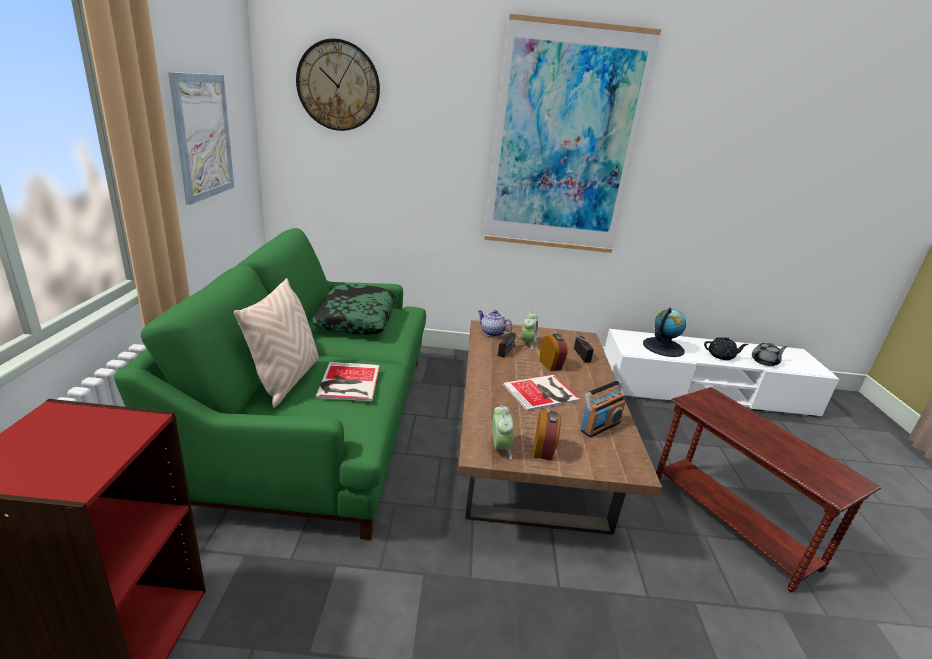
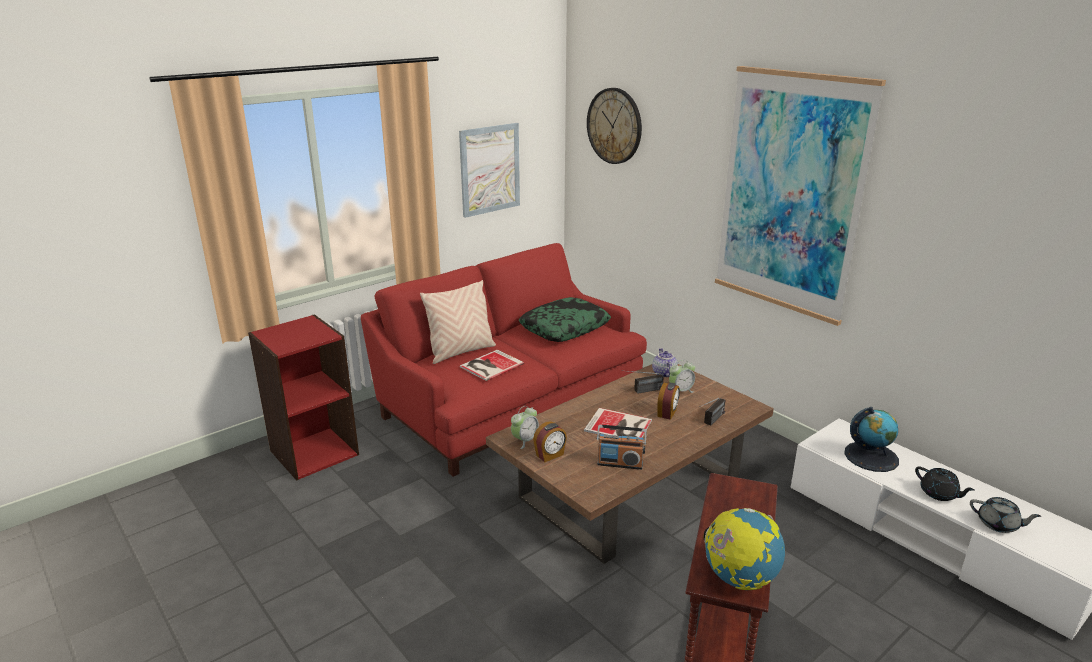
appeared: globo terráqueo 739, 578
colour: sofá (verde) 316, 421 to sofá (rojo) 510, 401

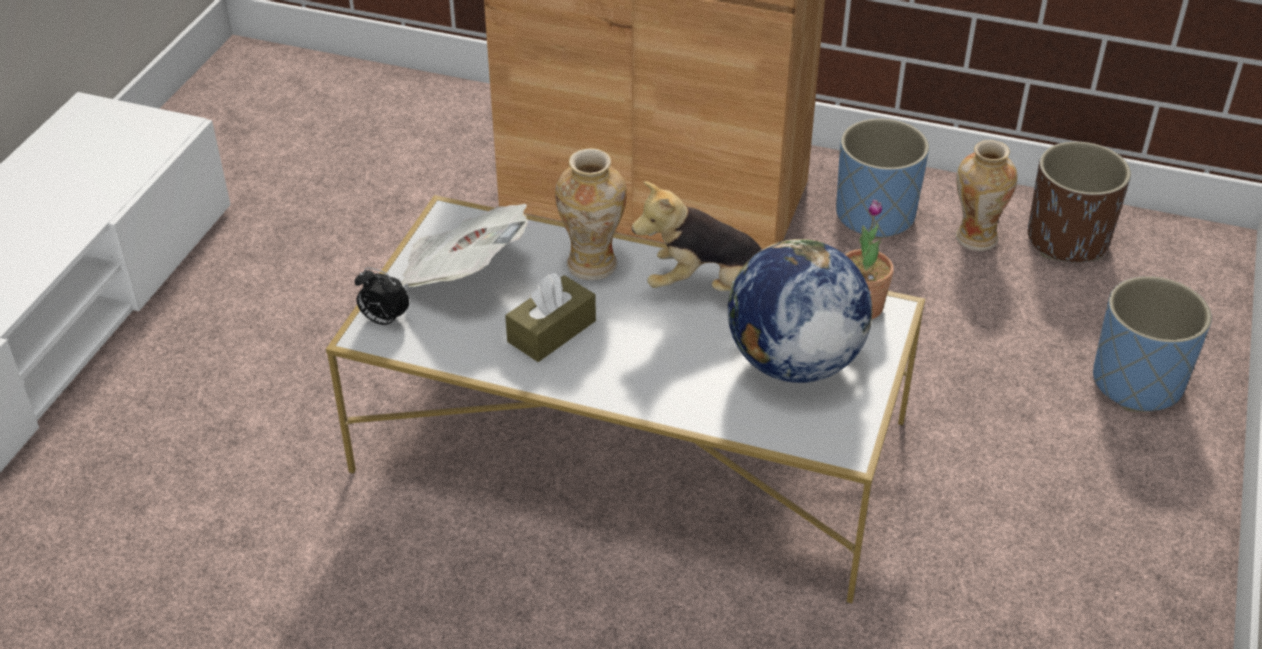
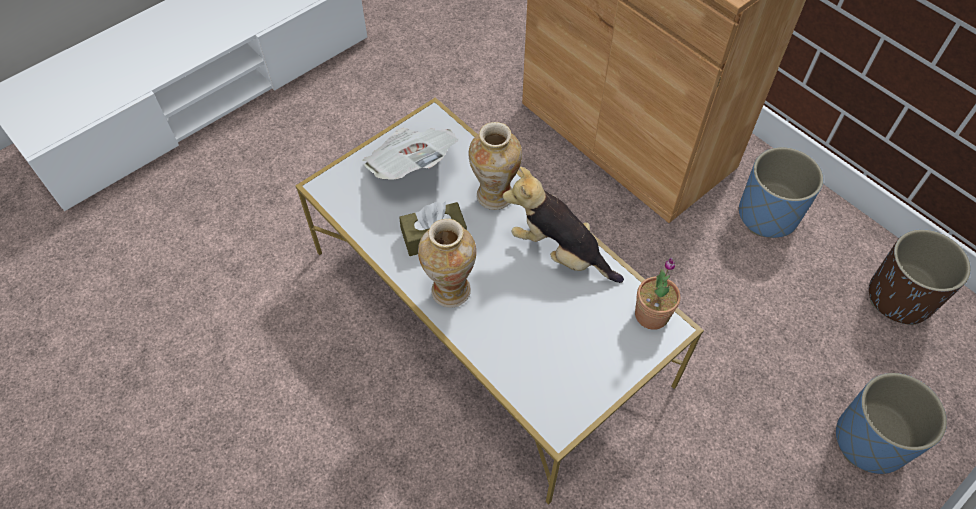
missing: despertador 384, 320; globo terráqueo 793, 362
relocated: florero 975, 238 to 450, 289

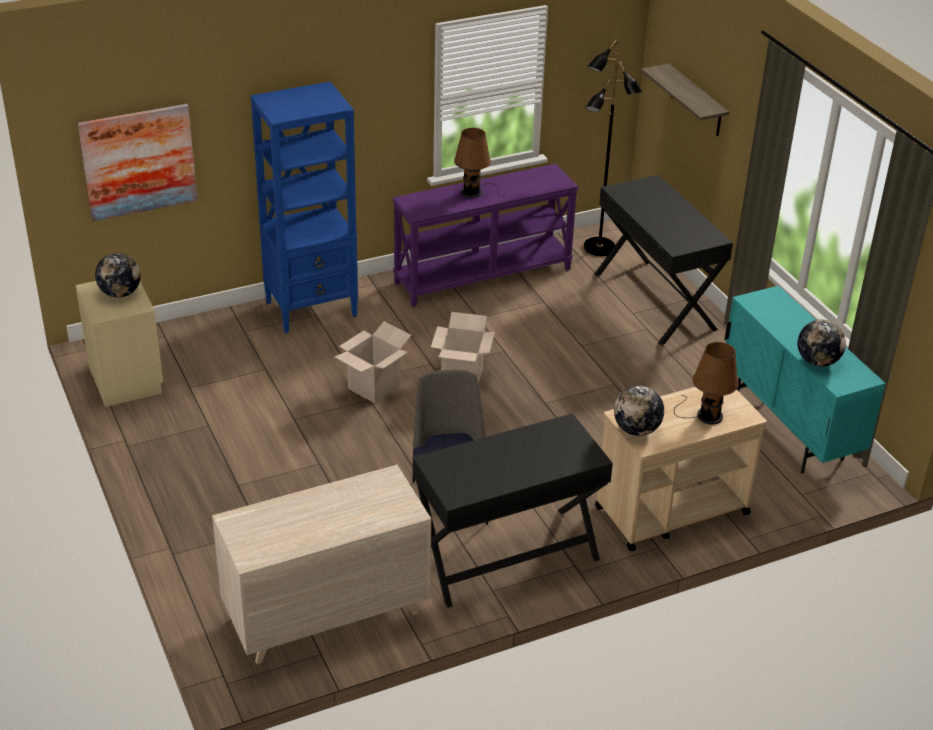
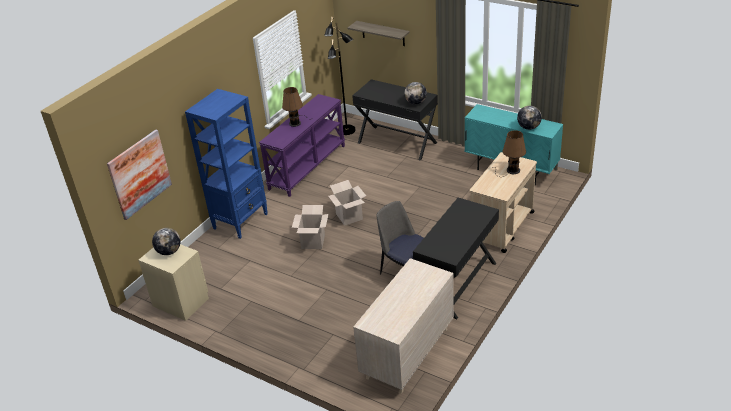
relocated: globo terráqueo 636, 430 to 415, 103

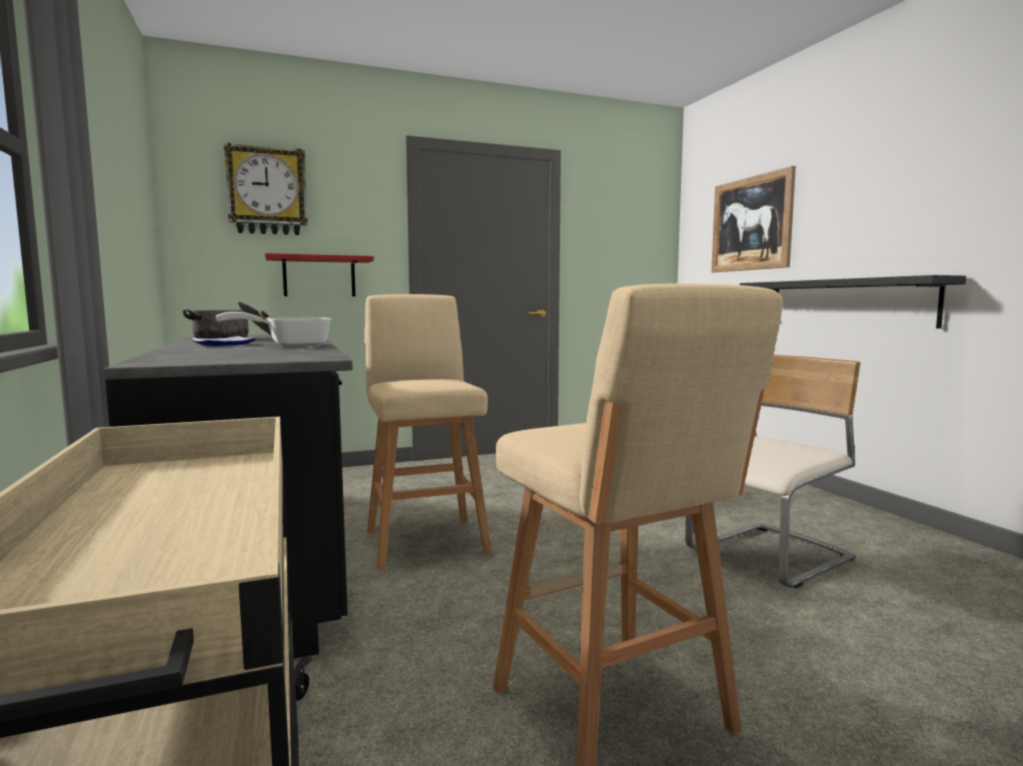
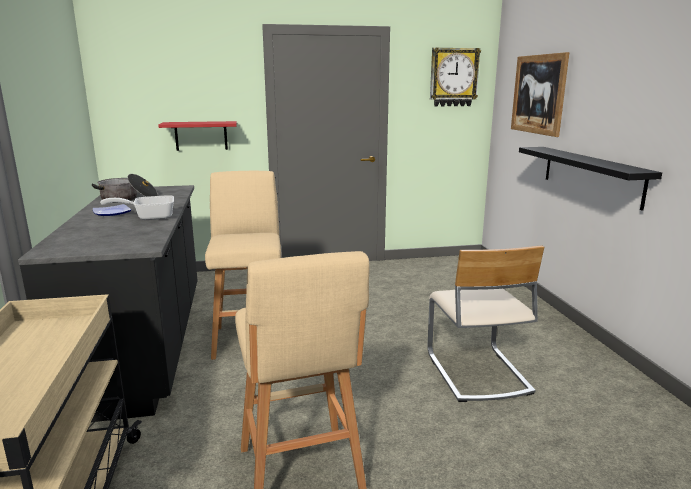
relocated: reloj de pared 267, 191 to 453, 77
spun: silla (beis) 770, 557 = 476, 373 105 degrees clockwise

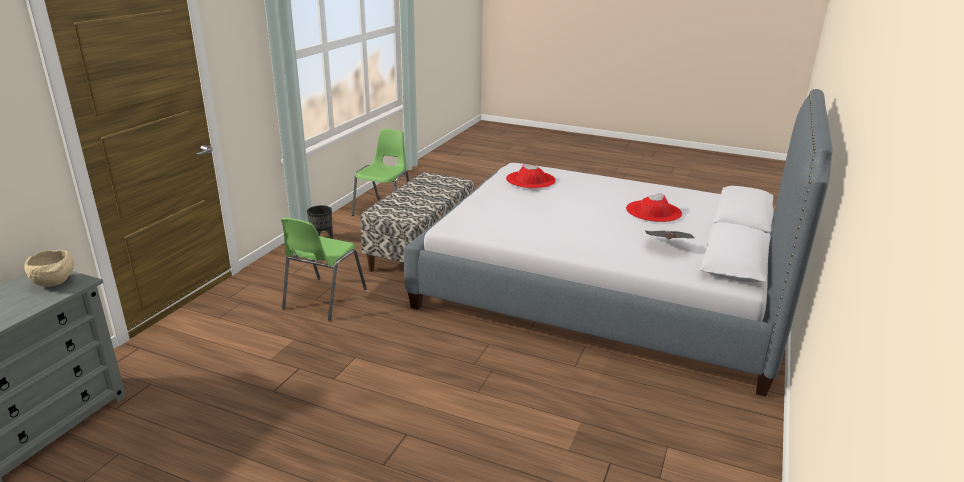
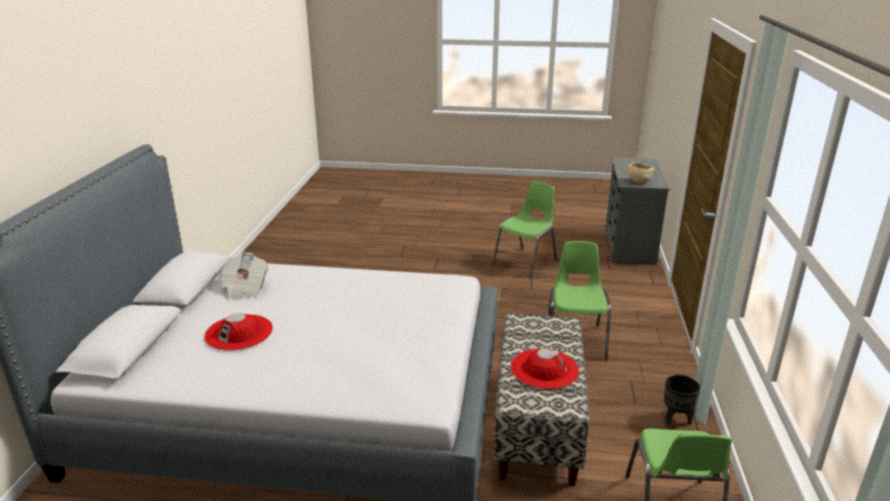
appeared: silla (verde) 526, 262
relocated: sombrero (rojo) 530, 180 to 544, 369

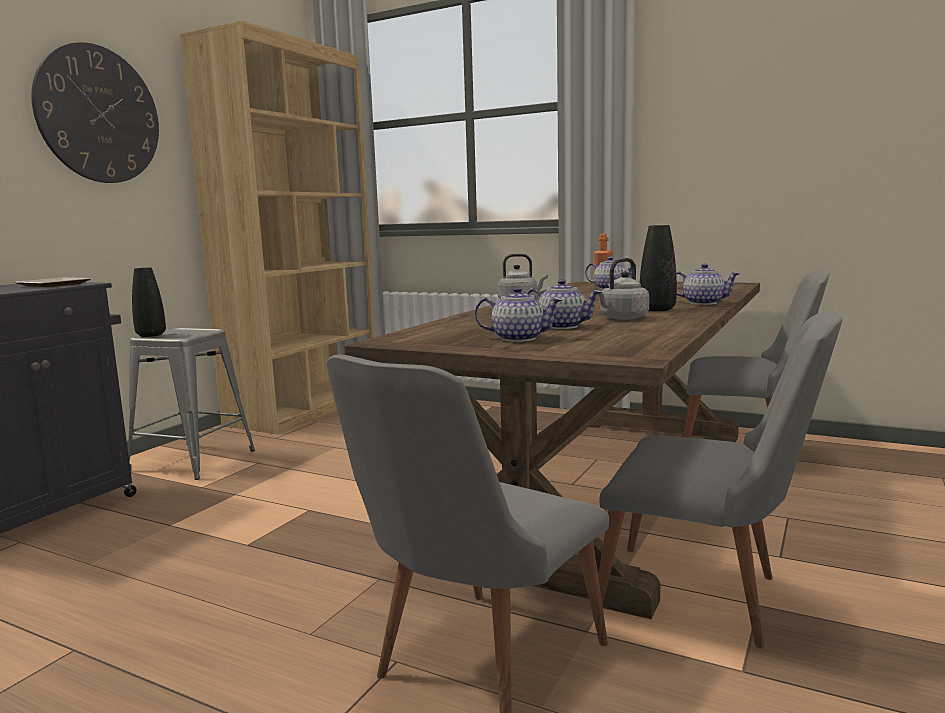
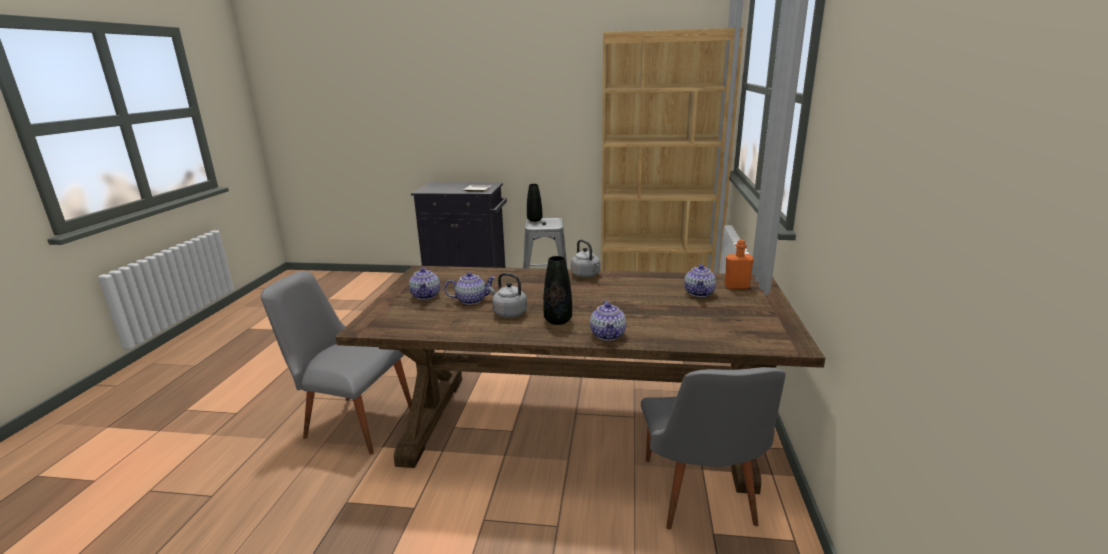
missing: reloj de pared 99, 114; silla (gris) 707, 599
spun: tetera 561, 326 = 471, 300 105 degrees counterclockwise

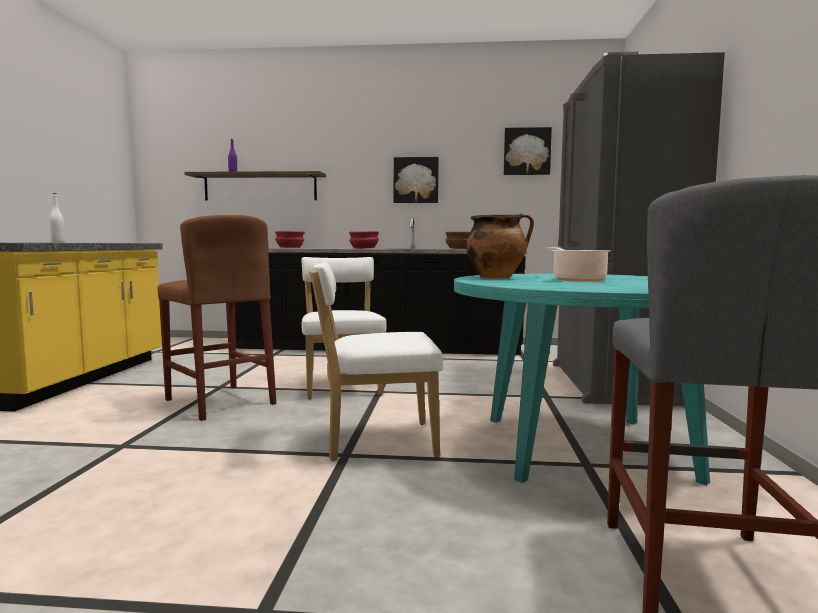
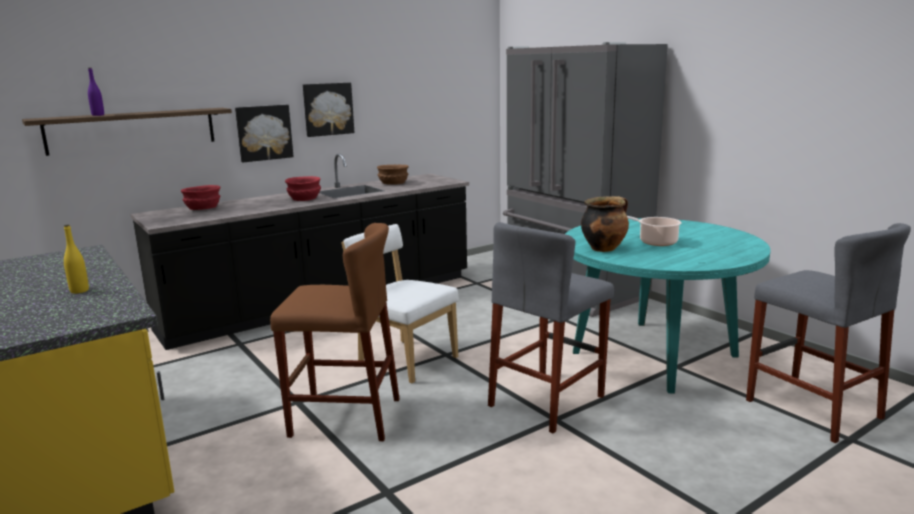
relocated: cuadro 527, 151 to 264, 132
exchanged: silla (blanco) 374, 441 to taburete (gris) 547, 401
colour: botella (blanco) 58, 242 to botella (amarillo) 79, 291

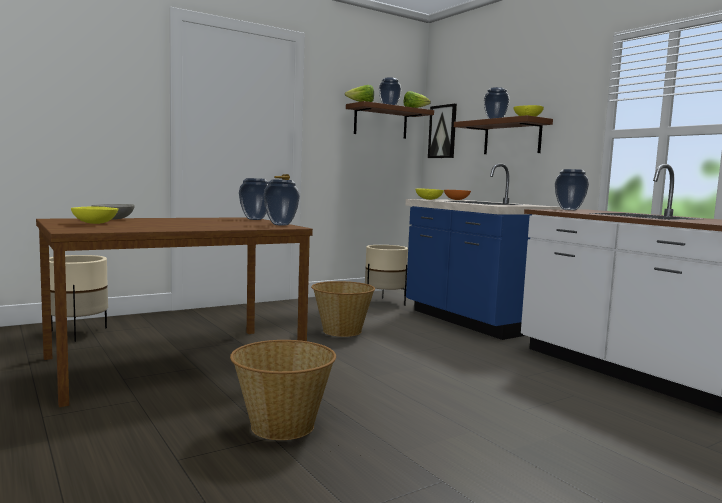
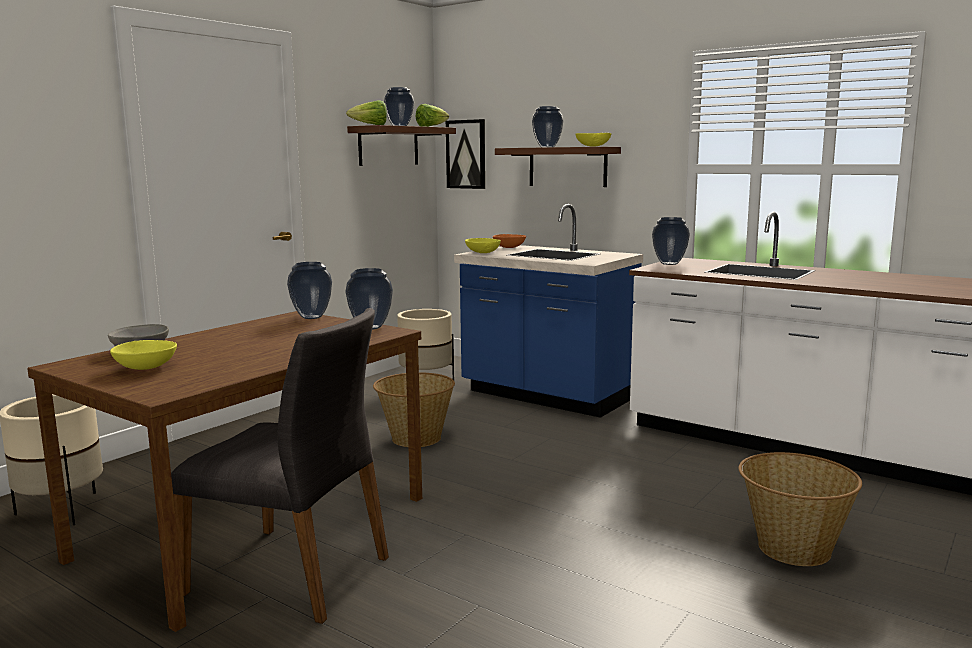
appeared: silla (gris) 292, 574
relocated: cesta 282, 425 to 792, 548

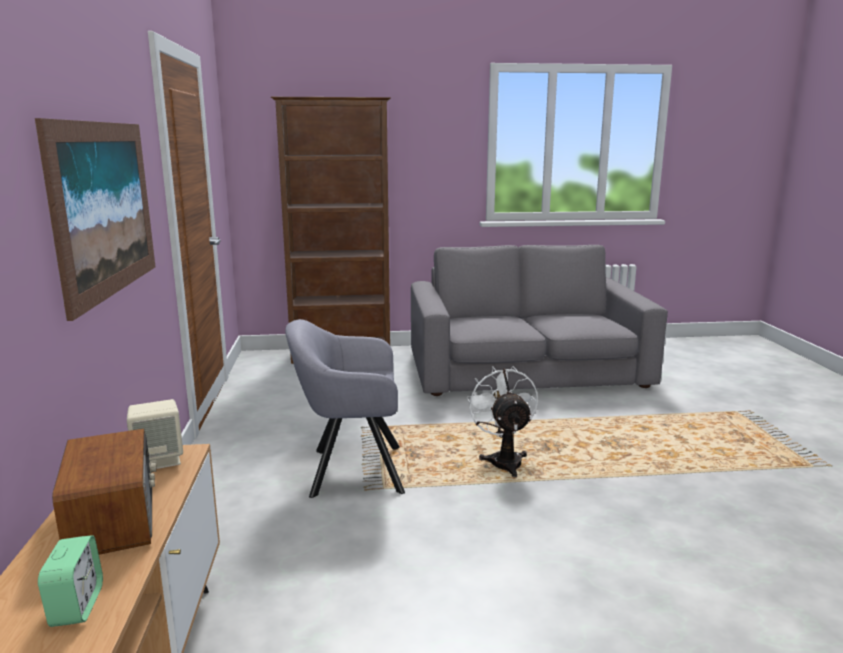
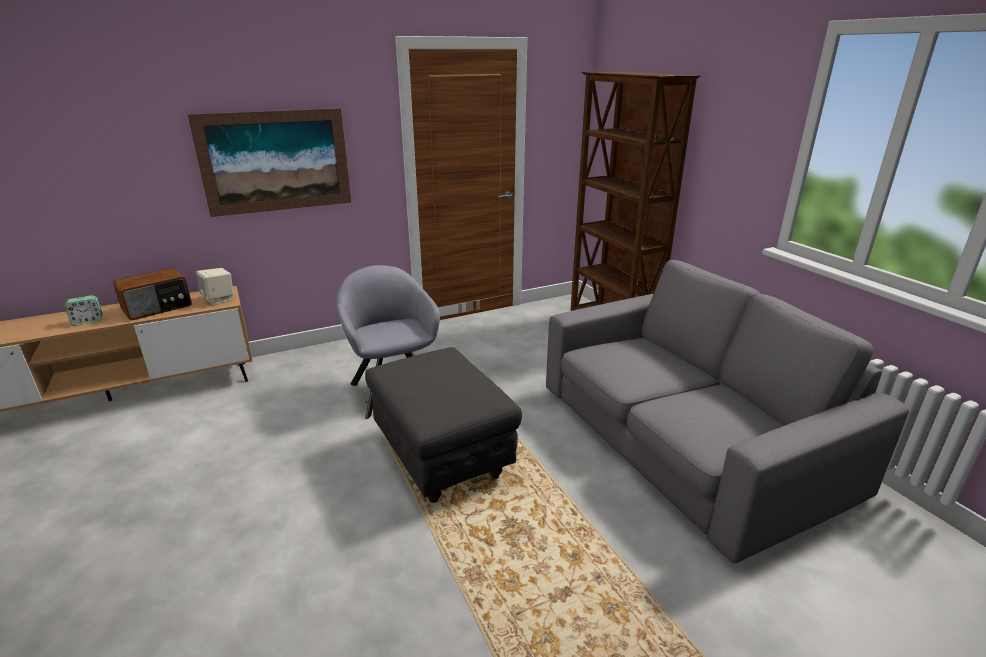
exchanged: ventilador (blanco) 503, 460 to puf (gris) 441, 457

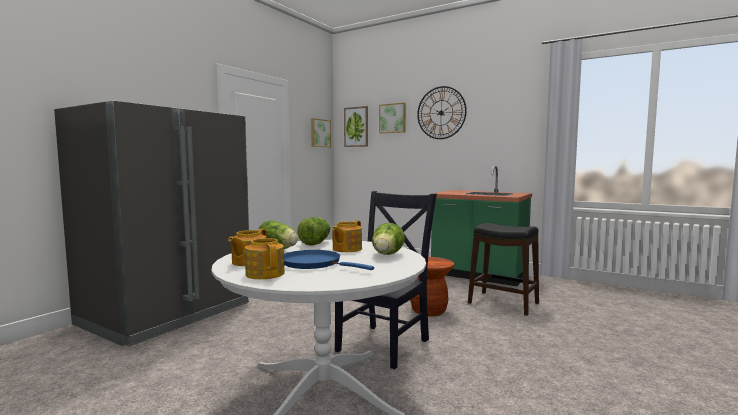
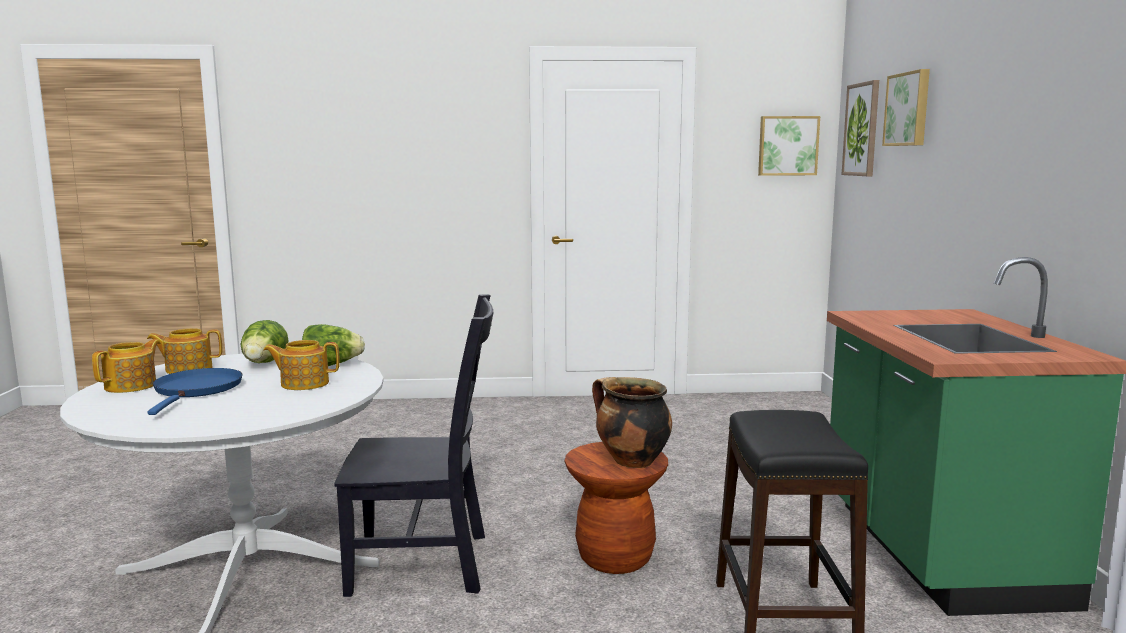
missing: nevera (gris) 168, 313; lechuga 387, 255; reloj de pared 441, 113
appeared: olla 630, 461

